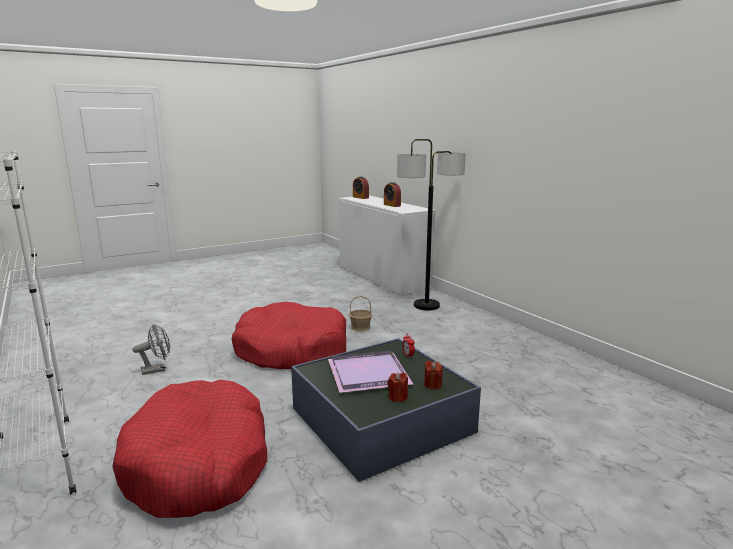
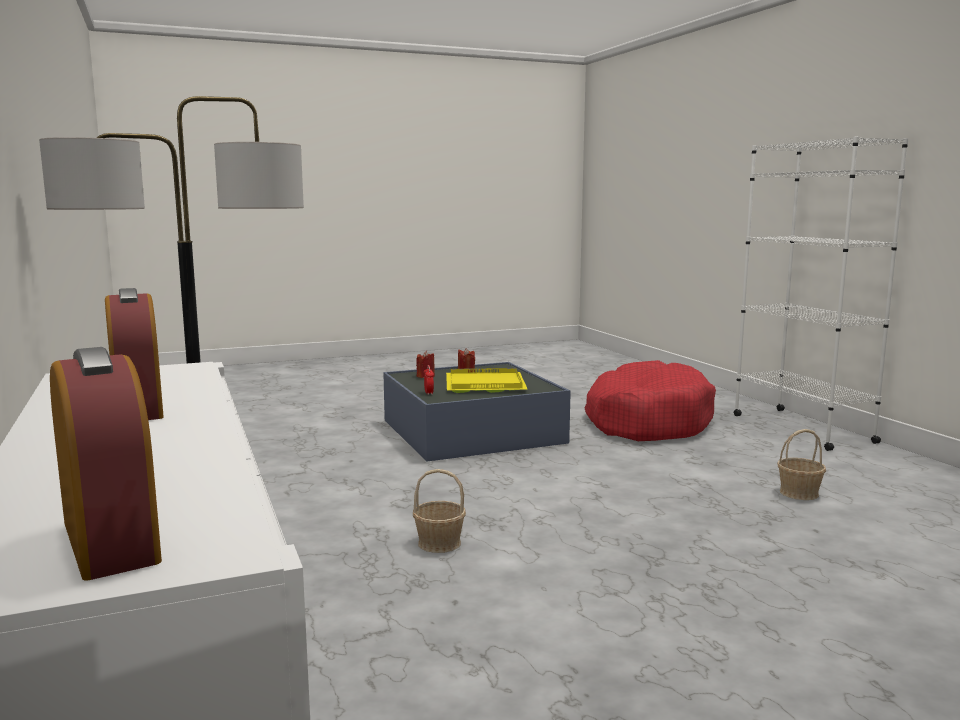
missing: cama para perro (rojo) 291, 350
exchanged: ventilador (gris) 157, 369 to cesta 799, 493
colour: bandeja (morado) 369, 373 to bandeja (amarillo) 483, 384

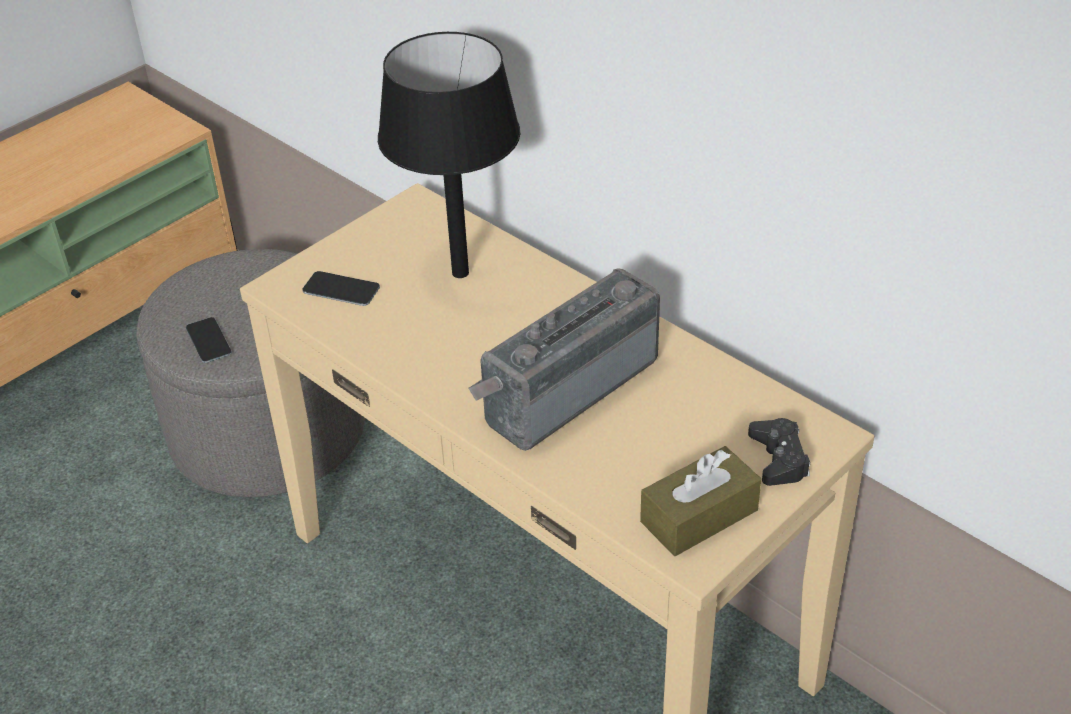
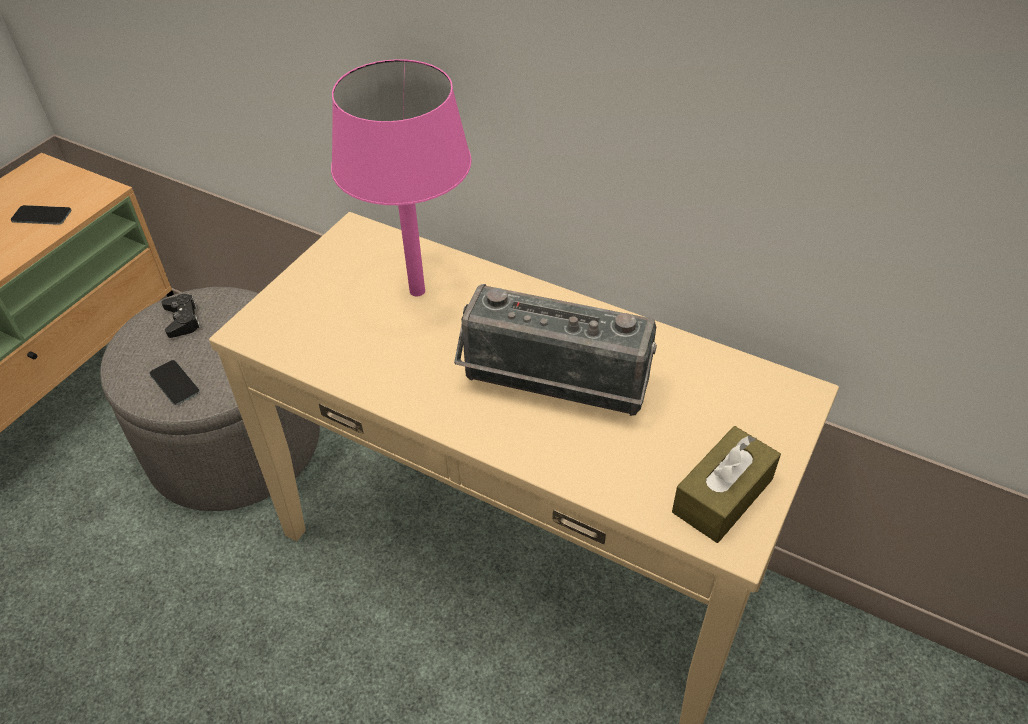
relocated: móvil 341, 289 to 41, 215; mando de consola (negro) 779, 458 to 182, 320
colour: lámpara de mesa (negro) 460, 273 to lámpara de mesa (rosa) 417, 291
spun: radio 565, 387 = 553, 387 105 degrees counterclockwise

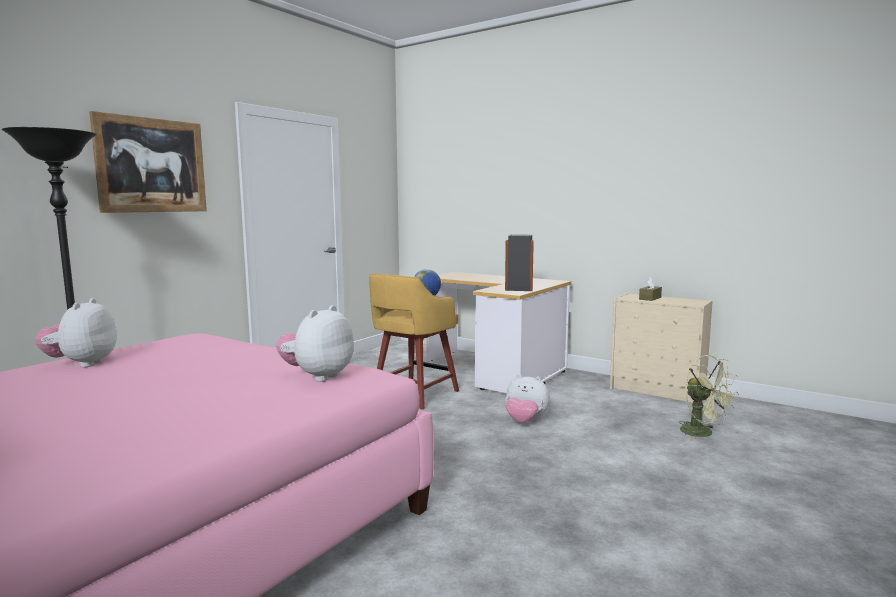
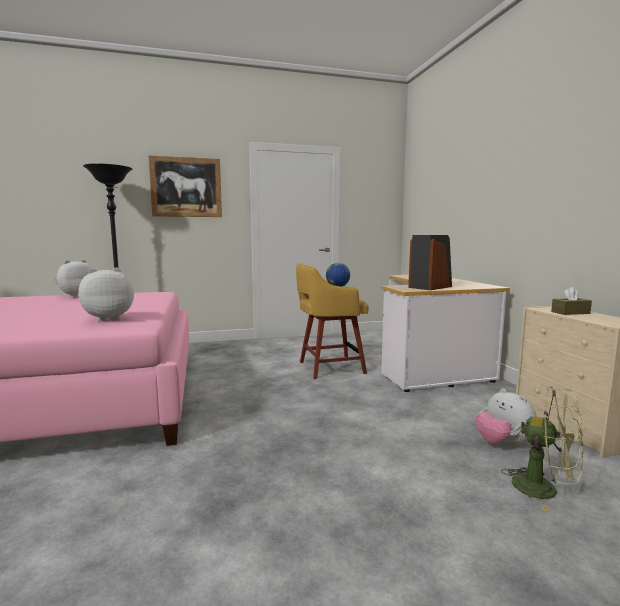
relocated: peluche 525, 421 to 503, 444
spun: ventilador (verde) 703, 433 = 545, 490 60 degrees counterclockwise

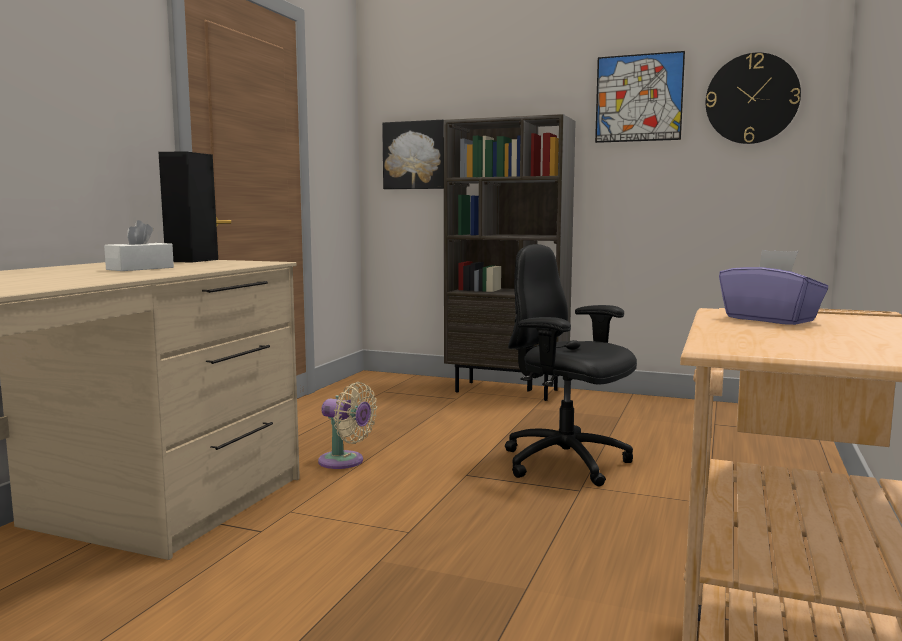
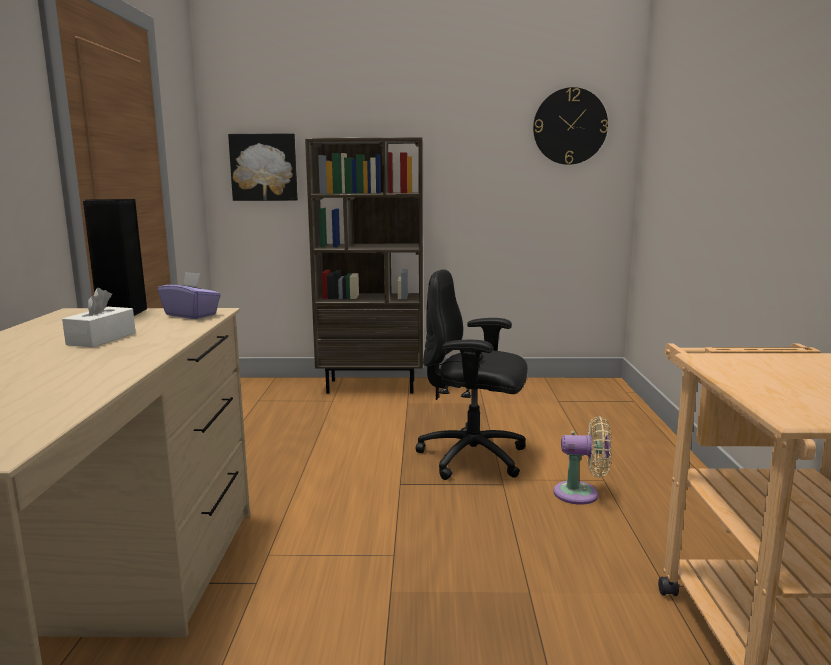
missing: cuadro 638, 98
relocated: caja de pañuelos (morado) 770, 319 to 191, 315; ventilador (beis) 345, 462 to 581, 494

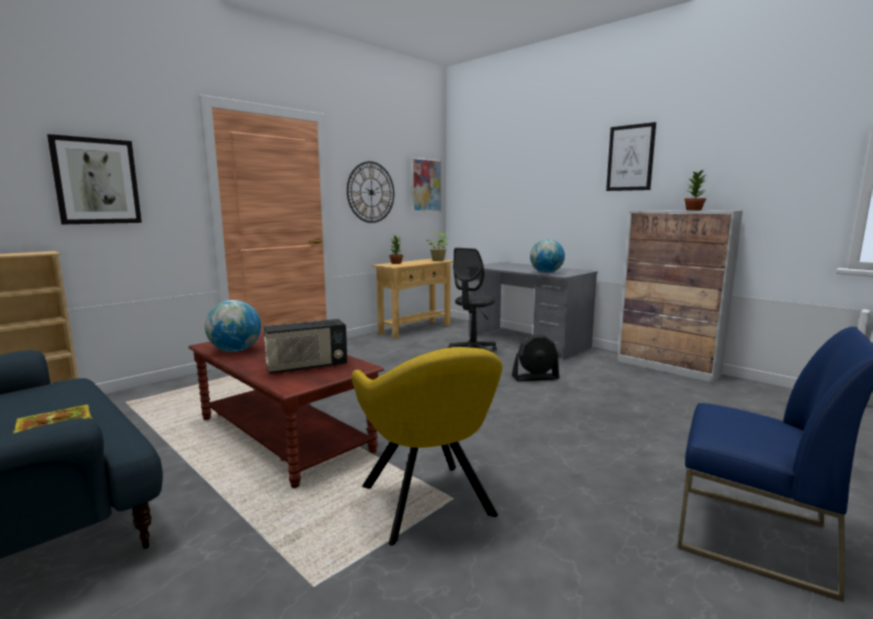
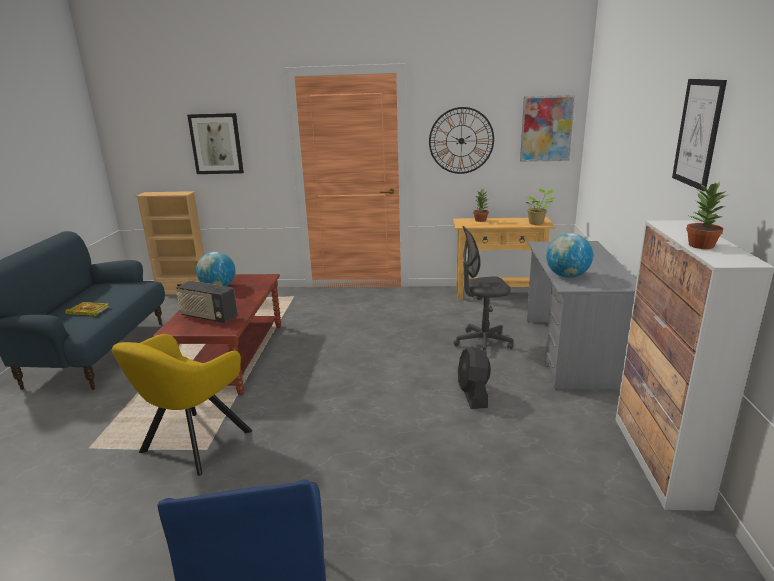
spun: ventilador (negro) 535, 378 = 473, 394 45 degrees clockwise

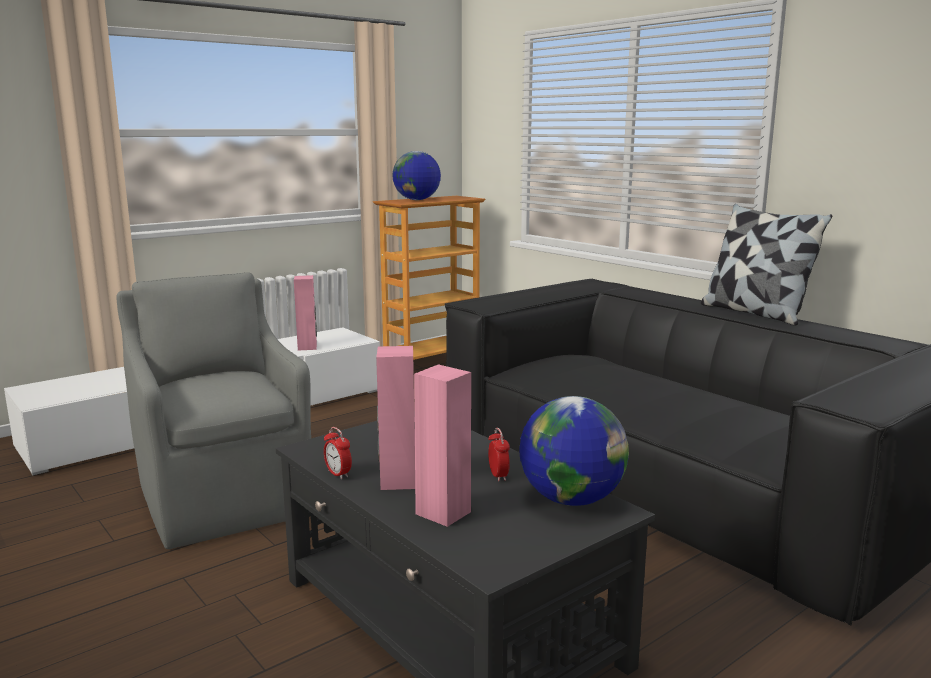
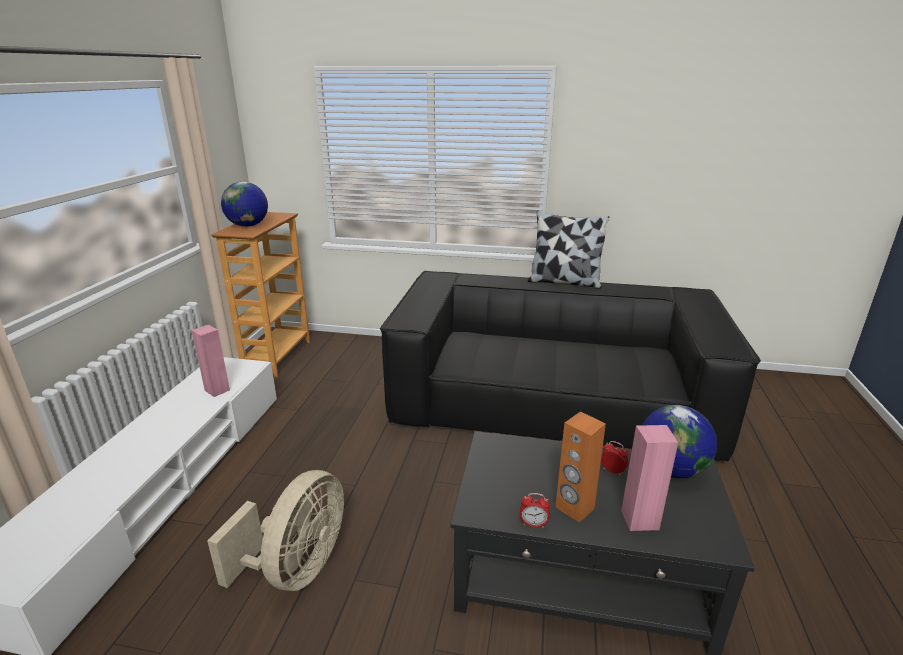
exchanged: sillón (gris) 225, 498 to ventilador (beis) 297, 568
colour: altavoz (rosa) 397, 481 to altavoz (naranja) 574, 508

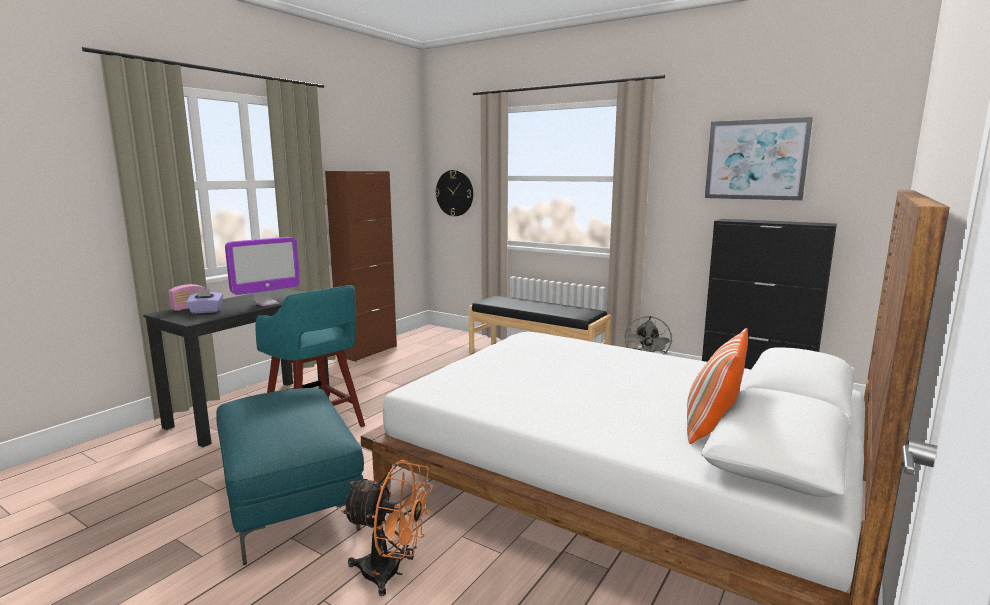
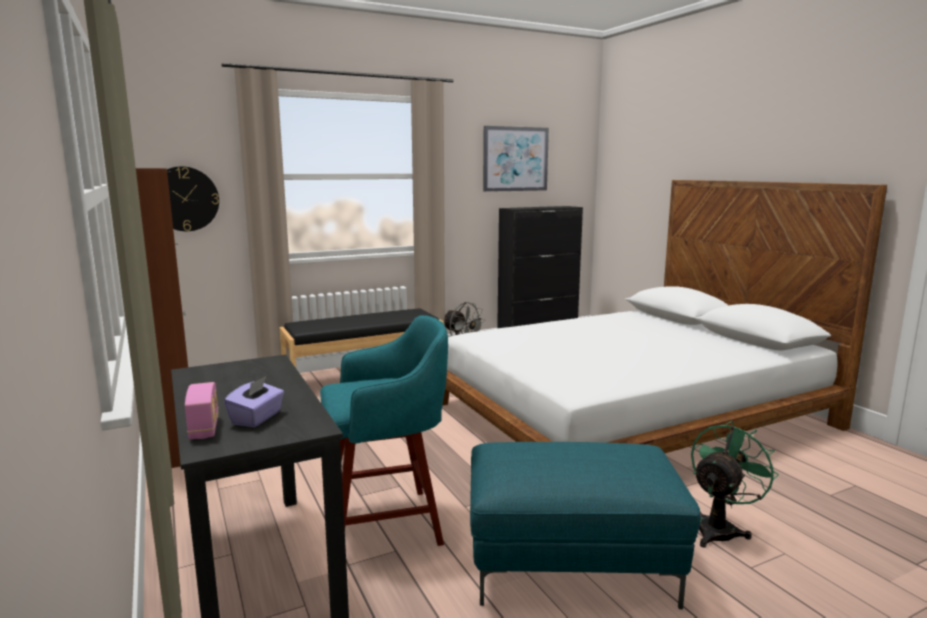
missing: monitor 267, 303; cojín 711, 427
colour: ventilador (naranja) 391, 573 to ventilador (verde) 720, 528

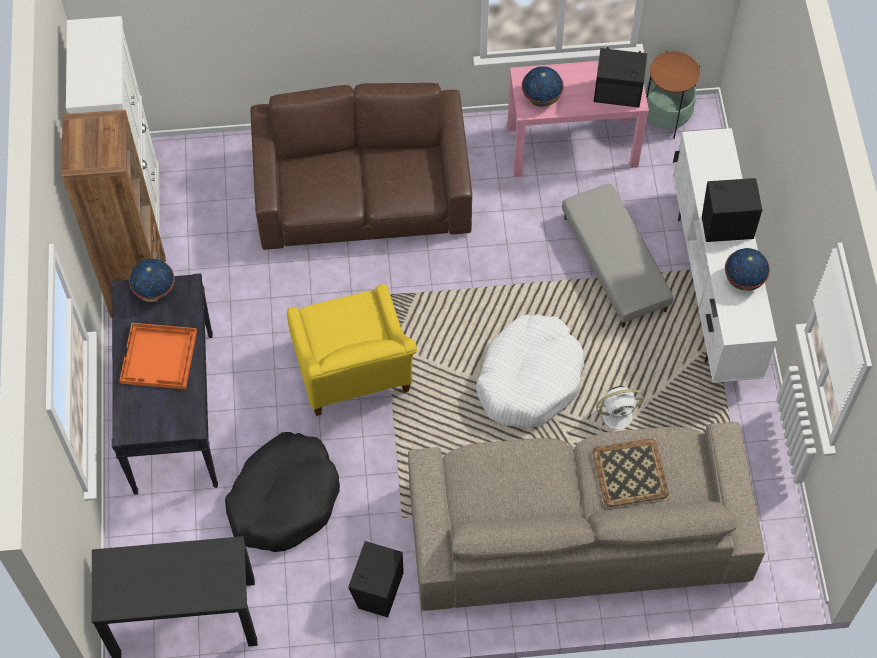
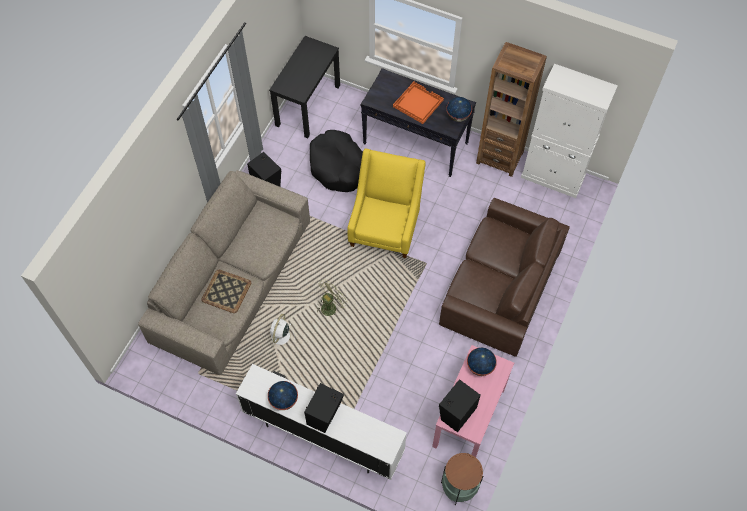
missing: puf (gris) 615, 264
exchanged: cama para perro (blanco) 529, 378 to ventilador (verde) 330, 306
spun: sillón (amarillo) 354, 377 = 385, 226 90 degrees clockwise

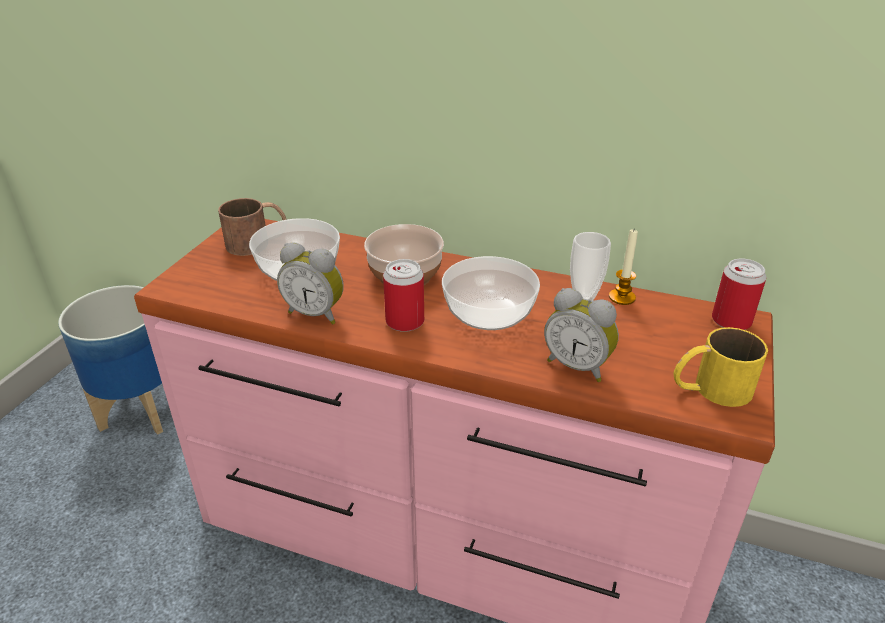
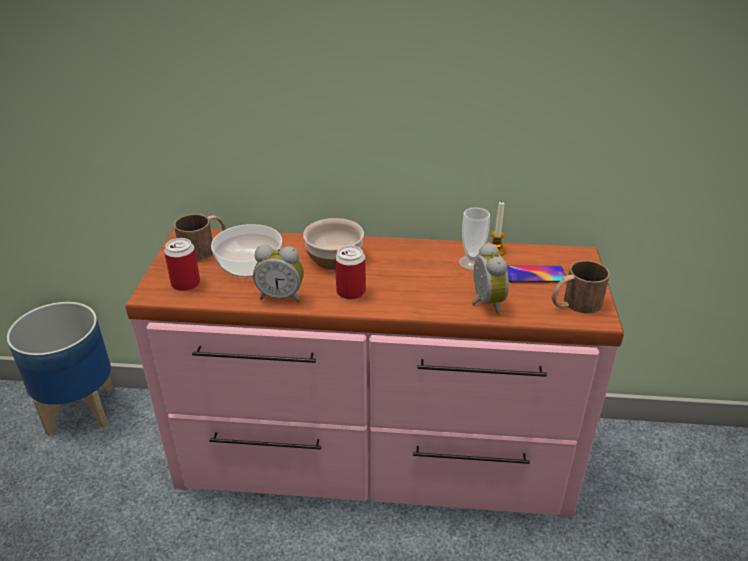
missing: cuenco 487, 312
appeared: móvil 535, 275
relocated: lata 731, 321 to 185, 284
colour: taza grande (amarillo) 710, 389 to taza grande (marrón) 574, 304
spun: despertador 578, 366 = 484, 303 120 degrees counterclockwise

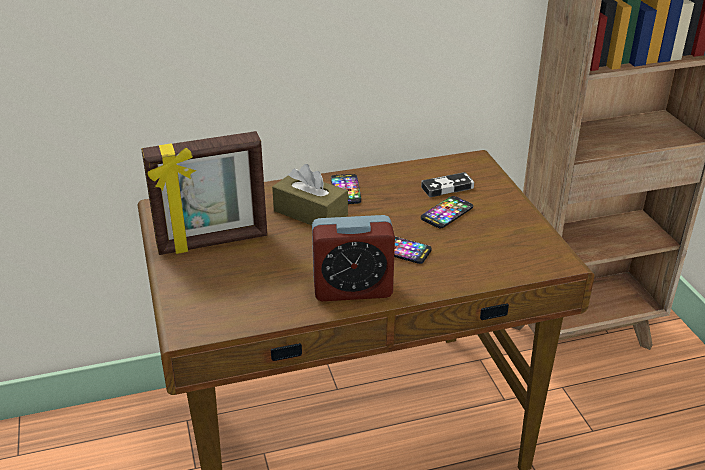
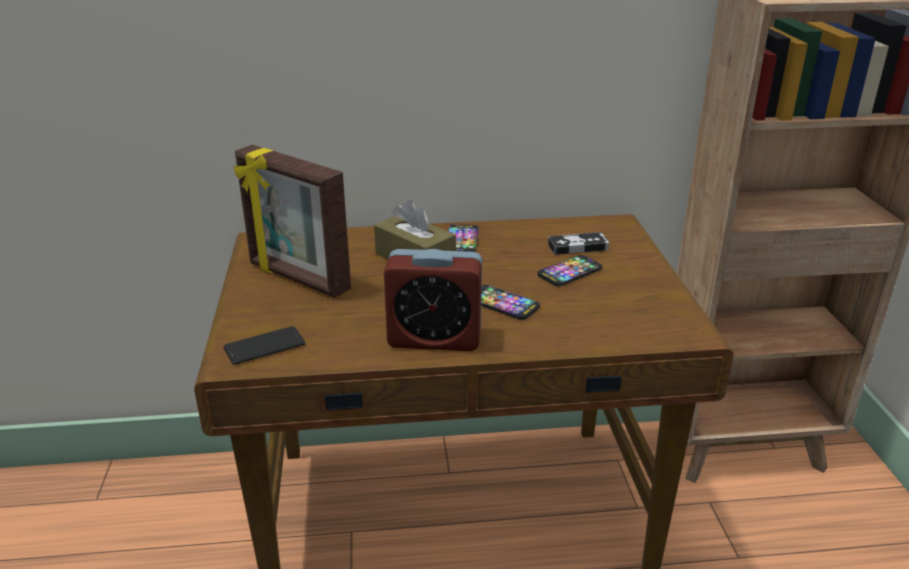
appeared: móvil 264, 346
spun: portarretratos 213, 242 = 297, 278 45 degrees clockwise

